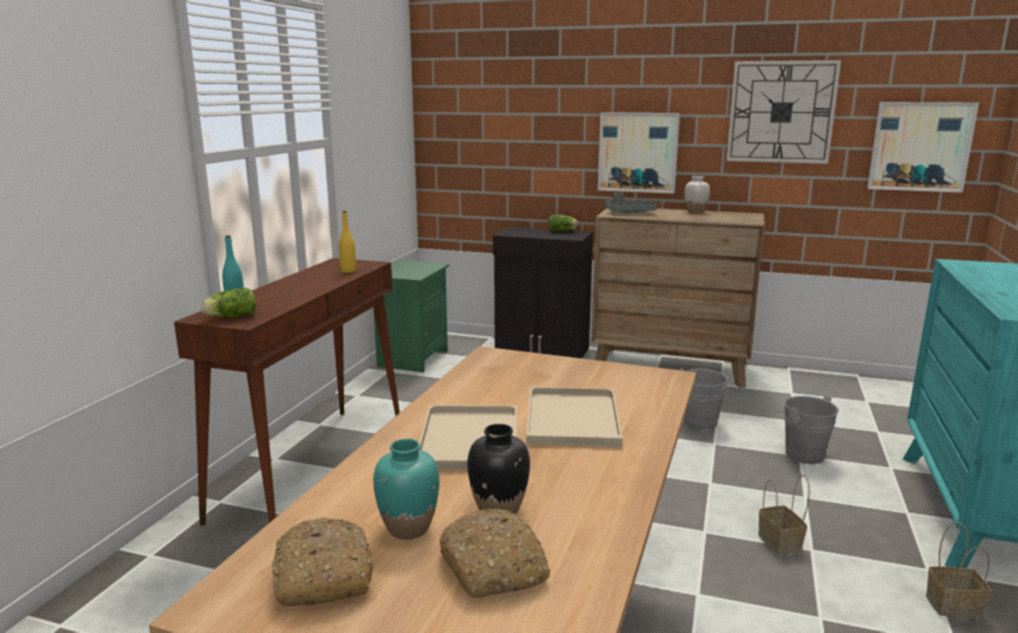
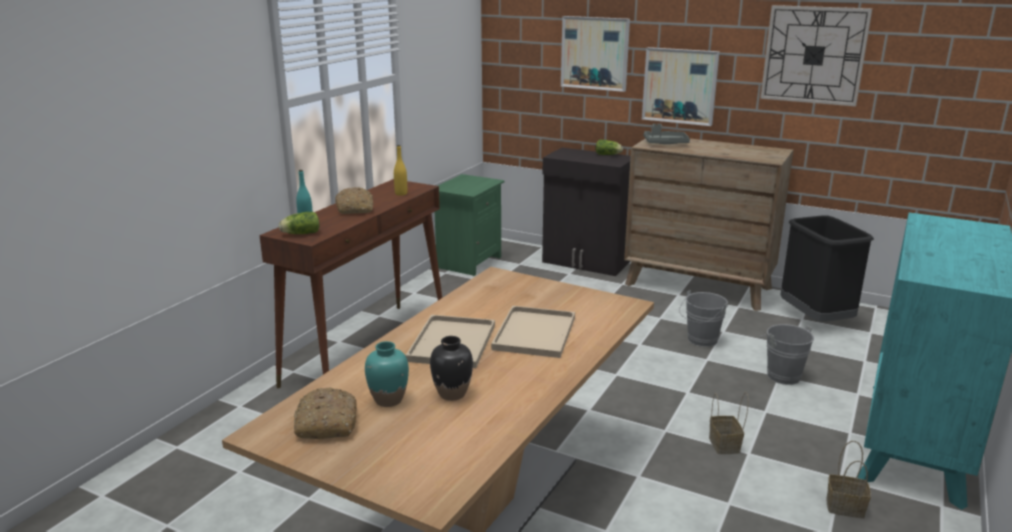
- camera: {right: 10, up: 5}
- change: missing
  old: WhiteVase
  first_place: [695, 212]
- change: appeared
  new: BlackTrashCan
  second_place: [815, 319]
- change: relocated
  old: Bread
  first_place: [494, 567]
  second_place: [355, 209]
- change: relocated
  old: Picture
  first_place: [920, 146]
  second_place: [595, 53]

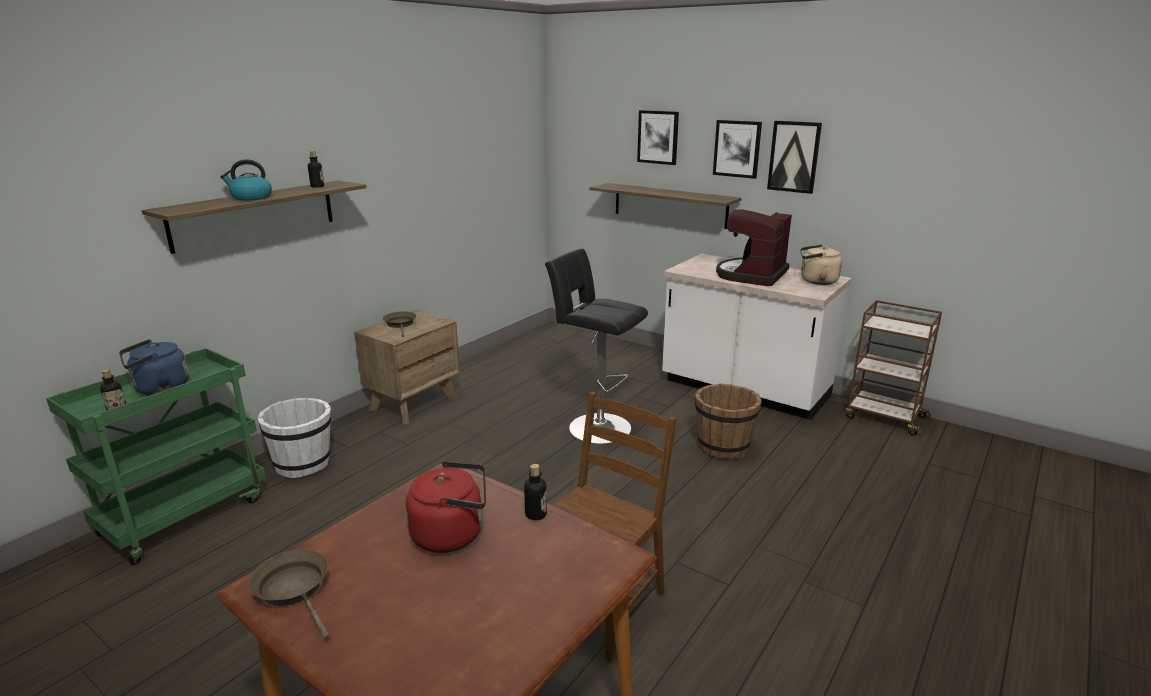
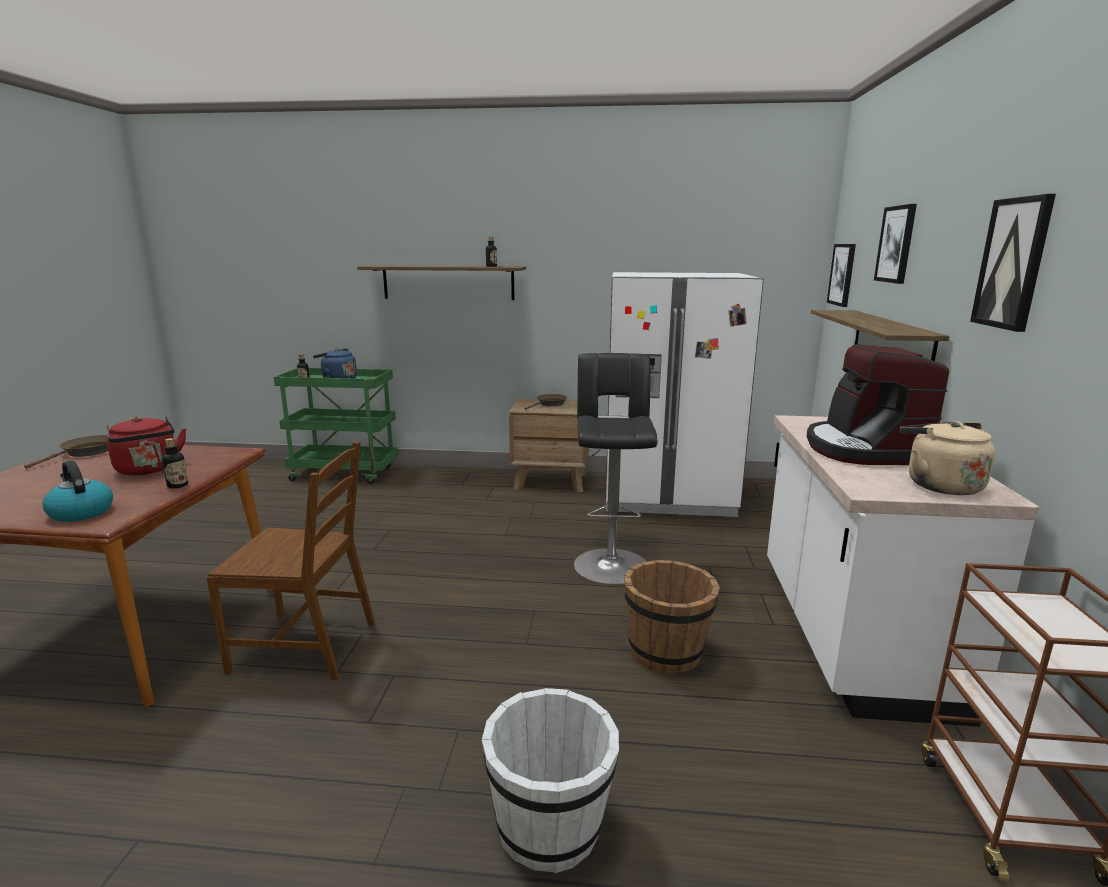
- camera: {right: 60, up: -5}
- change: appeared
  new: WhiteFridge
  second_place: [667, 495]
- change: relocated
  old: Kettle
  first_place: [251, 198]
  second_place: [80, 512]
- change: relocated
  old: WhiteBucket
  first_place: [303, 464]
  second_place: [550, 827]
- change: relocated
  old: Picture
  first_place: [737, 148]
  second_place: [842, 274]
- change: spun
  old: CoffeeMachine
  first_place: [751, 275]
  second_place: [864, 449]
  degrees: -90

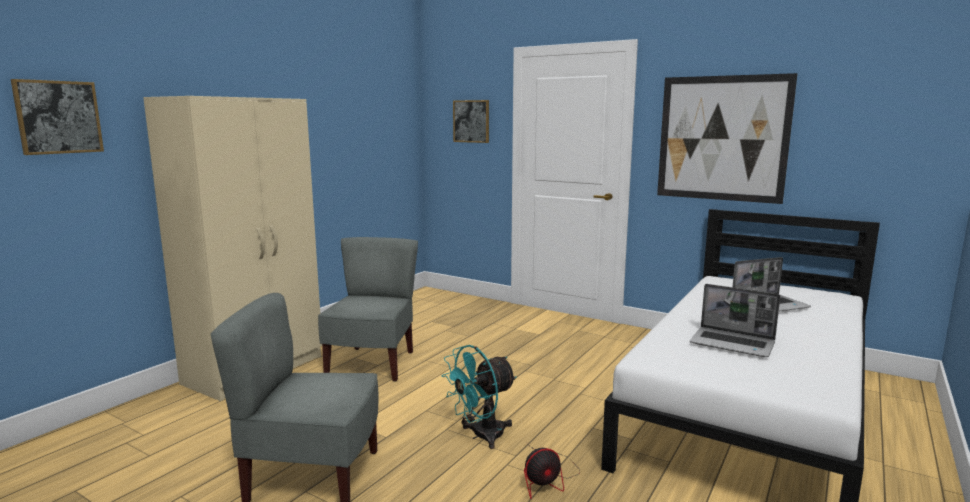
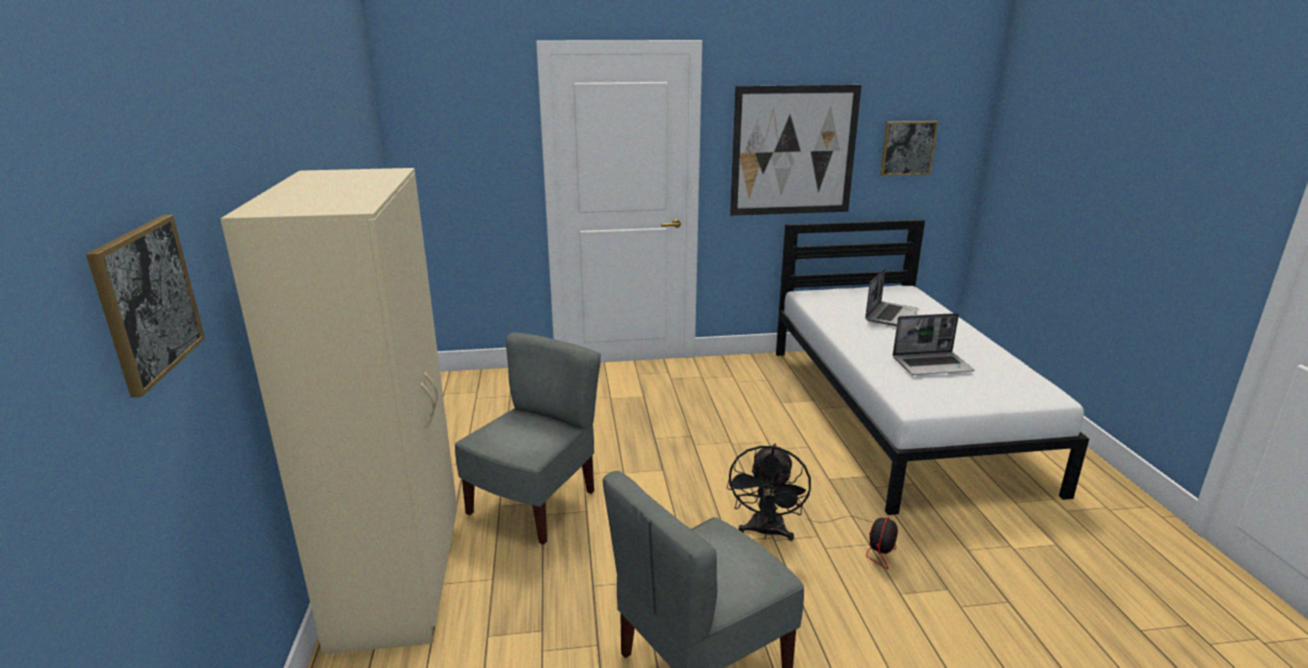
- camera: {right: -40, up: 10}
- change: relocated
  old: Picture
  first_place: [471, 121]
  second_place: [908, 148]
- change: colour
  old: TurquoiseFan
  new: BlackFan
  first_place: [481, 436]
  second_place: [766, 532]
- change: spun
  old: GreyChair
  first_place: [372, 364]
  second_place: [534, 503]
  degrees: 60

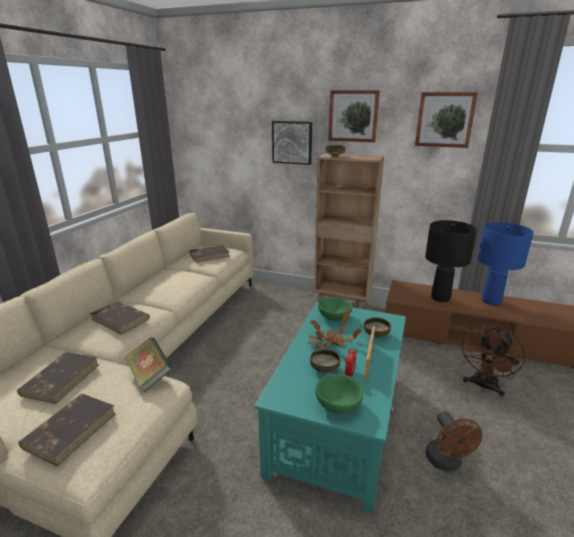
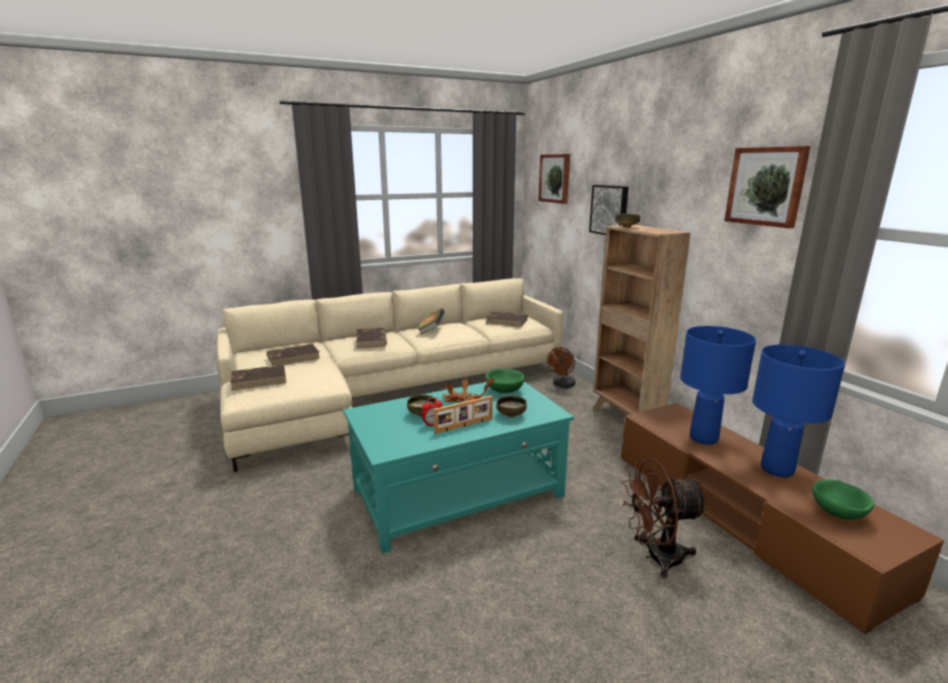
- camera: {right: 45, up: -5}
- change: relocated
  old: Book
  first_place: [150, 375]
  second_place: [431, 330]
- change: relocated
  old: GreenBowl
  first_place: [338, 405]
  second_place: [838, 512]
- change: relocated
  old: Picture
  first_place: [353, 116]
  second_place: [555, 178]
- change: relocated
  old: BrownFan
  first_place: [446, 462]
  second_place: [562, 385]
- change: colour
  old: BlackTableLamp
  new: BlueTableLamp
  first_place: [440, 298]
  second_place: [704, 438]

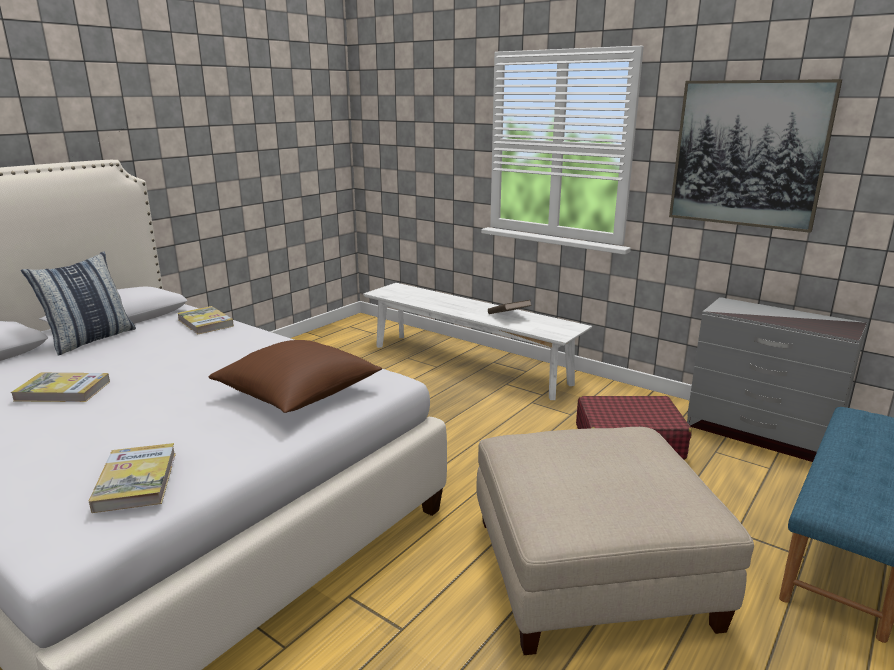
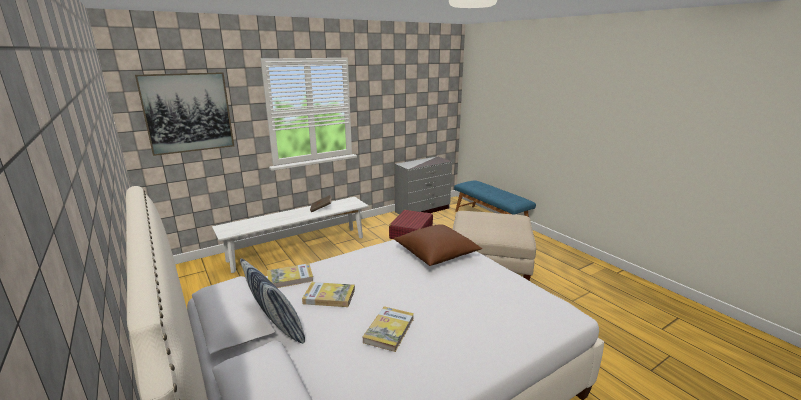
- camera: {right: -70, up: 0}
- change: relocated
  old: Book
  first_place: [136, 481]
  second_place: [329, 296]
- change: relocated
  old: Picture
  first_place: [748, 154]
  second_place: [188, 113]

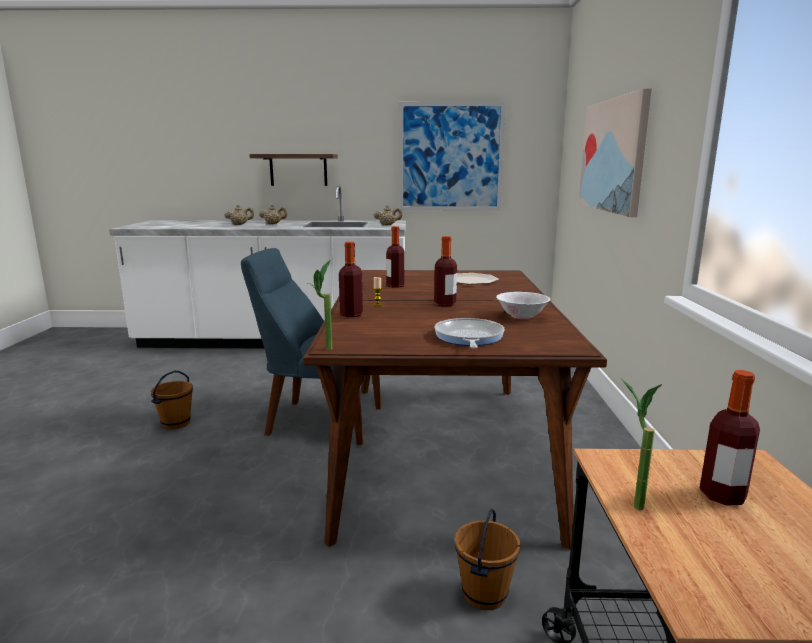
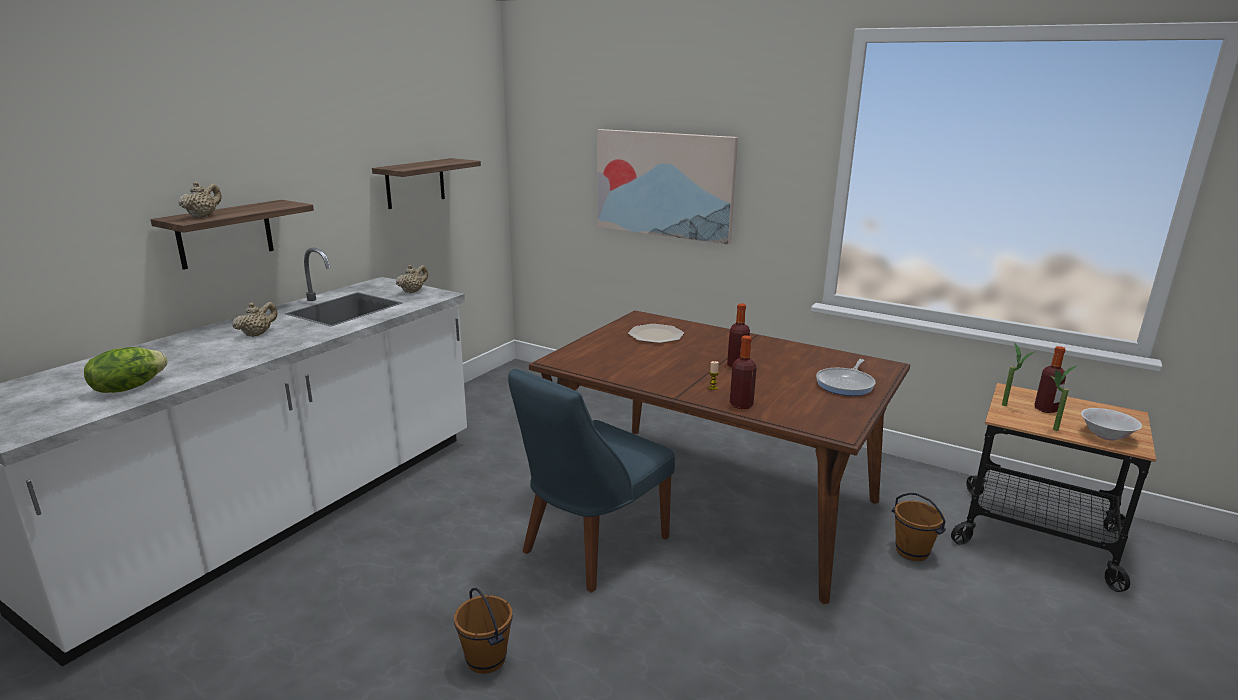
- camera: {right: -60, up: 5}
- change: missing
  old: Bottle
  first_place: [395, 286]
- change: appeared
  new: Lettuce
  second_place: [128, 387]
- change: relocated
  old: BeigeTeapot
  first_place: [240, 224]
  second_place: [203, 216]
- change: relocated
  old: PottedPlant
  first_place: [325, 350]
  second_place: [1009, 407]
- change: relocated
  old: WhiteBowl
  first_place: [522, 316]
  second_place: [1106, 435]
- change: exchanged
  old: Picture
  new: Shelf
  first_place: [451, 157]
  second_place: [415, 183]
- change: spun
  old: FryingPan
  first_place: [468, 338]
  second_place: [846, 384]
  degrees: -90

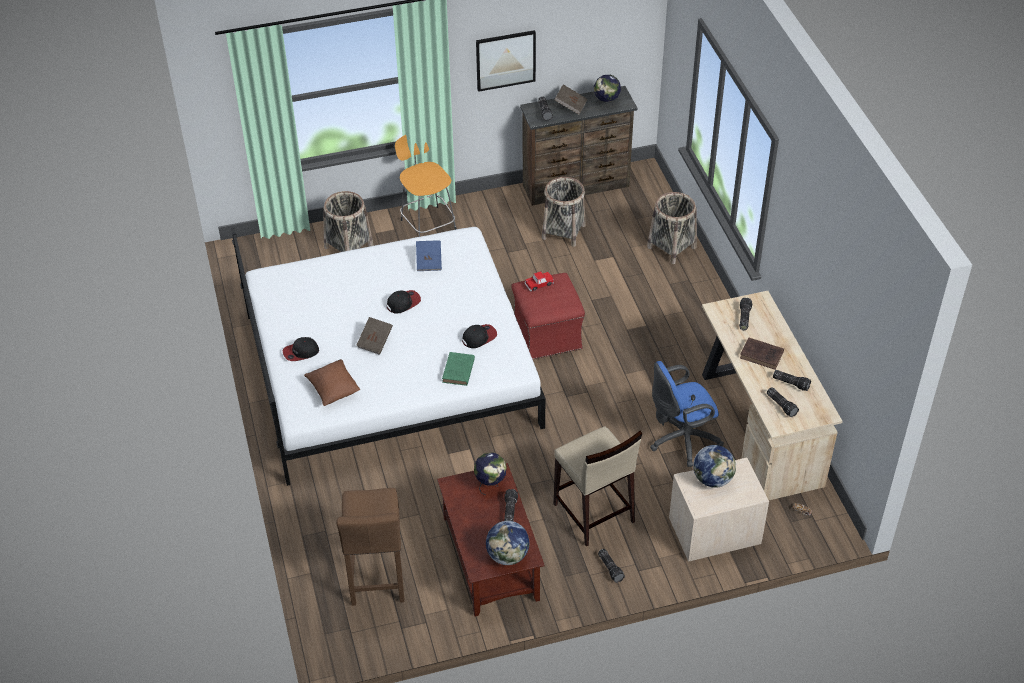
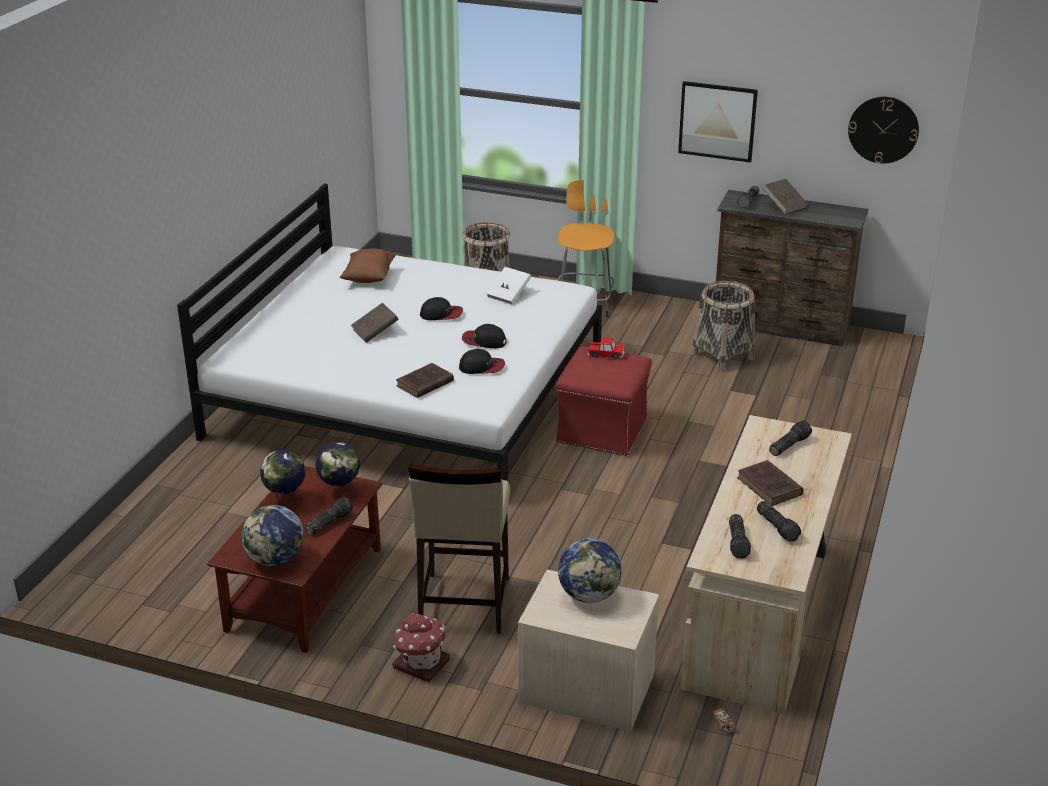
- camera: {right: 35, up: -15}
- change: missing
  old: BrownStool
  first_place: [377, 580]
- change: missing
  old: Basket
  first_place: [671, 247]
- change: missing
  old: BlueOfficeChair
  first_place: [680, 440]
- change: appeared
  new: WallClock
  second_place: [883, 129]
- change: relocated
  old: Cap
  first_place: [301, 352]
  second_place: [483, 341]
- change: relocated
  old: BrownPillow
  first_place: [333, 390]
  second_place: [368, 278]
- change: relocated
  old: Globe
  first_place: [606, 105]
  second_place: [285, 500]
- change: exchanged
  old: Flashlight
  new: ToyHouse
  first_place: [611, 568]
  second_place: [420, 663]
- change: colour
  old: BlueBook
  new: WhiteBook
  first_place: [429, 262]
  second_place: [509, 295]
- change: colour
  old: GreenBook
  new: BrownBook
  first_place: [458, 371]
  second_place: [424, 384]

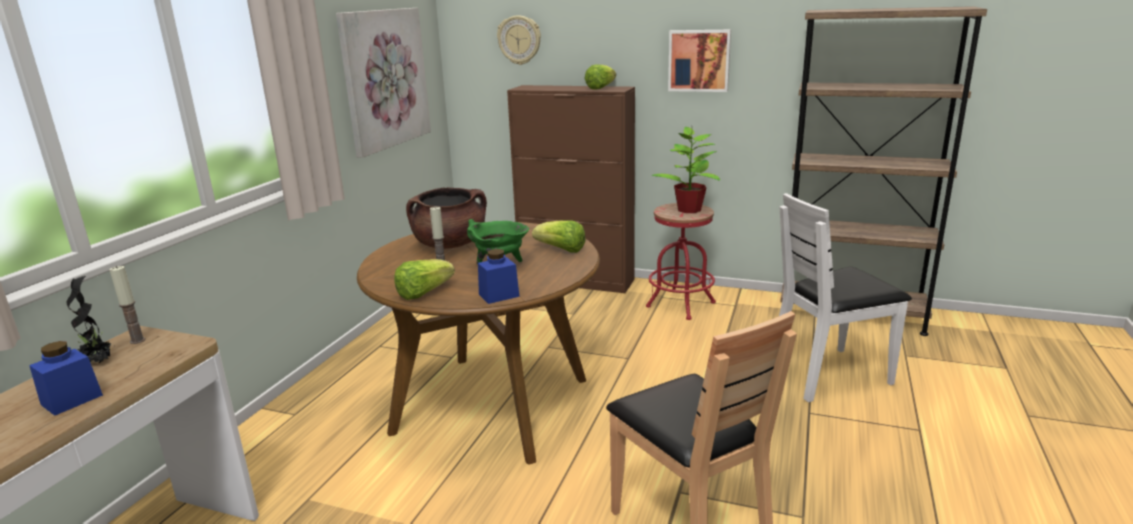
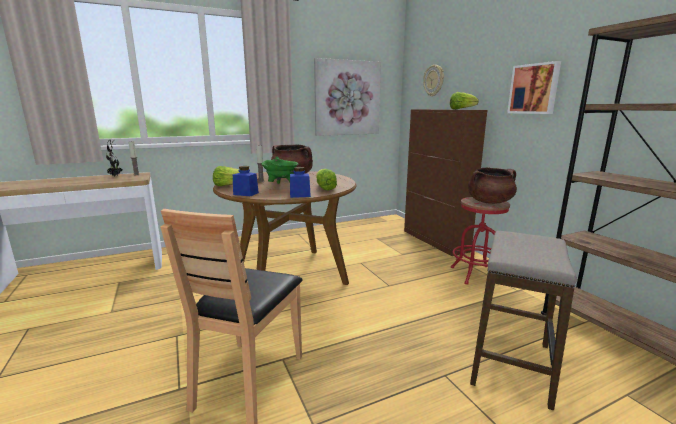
- camera: {right: 45, up: -5}
- change: relocated
  old: BlueJar
  first_place: [72, 400]
  second_place: [300, 195]
- change: exchanged
  old: PottedPlant
  new: BrownCookingPot
  first_place: [688, 210]
  second_place: [490, 202]
- change: exchanged
  old: WhiteChair
  new: Stool
  first_place: [828, 375]
  second_place: [510, 364]

